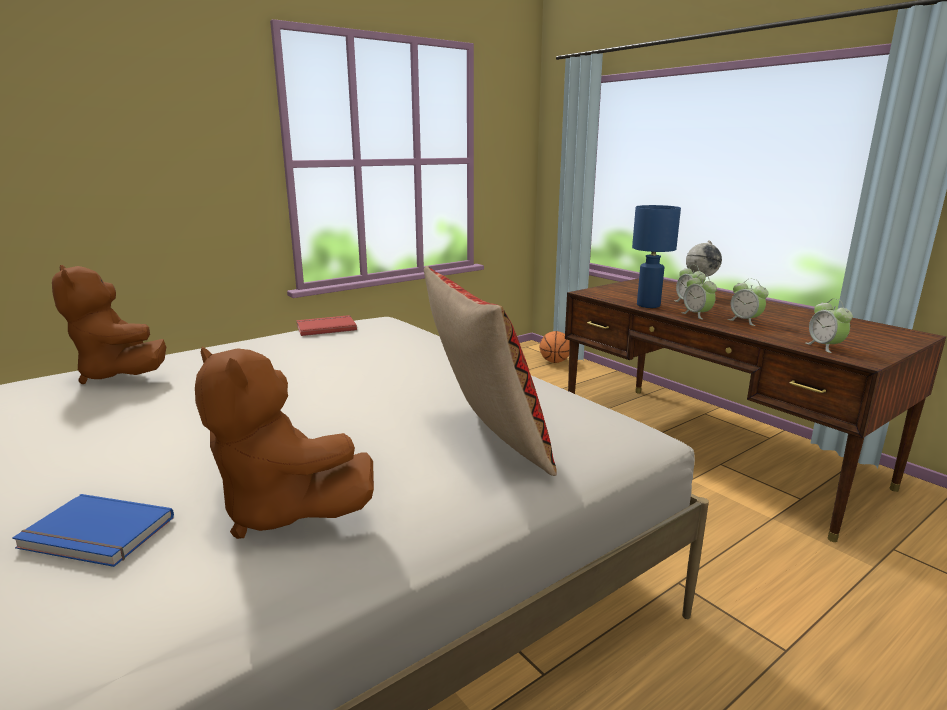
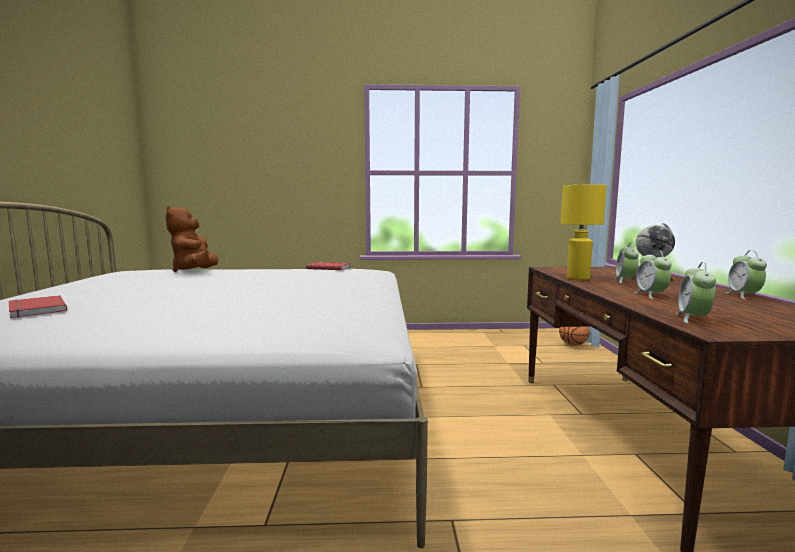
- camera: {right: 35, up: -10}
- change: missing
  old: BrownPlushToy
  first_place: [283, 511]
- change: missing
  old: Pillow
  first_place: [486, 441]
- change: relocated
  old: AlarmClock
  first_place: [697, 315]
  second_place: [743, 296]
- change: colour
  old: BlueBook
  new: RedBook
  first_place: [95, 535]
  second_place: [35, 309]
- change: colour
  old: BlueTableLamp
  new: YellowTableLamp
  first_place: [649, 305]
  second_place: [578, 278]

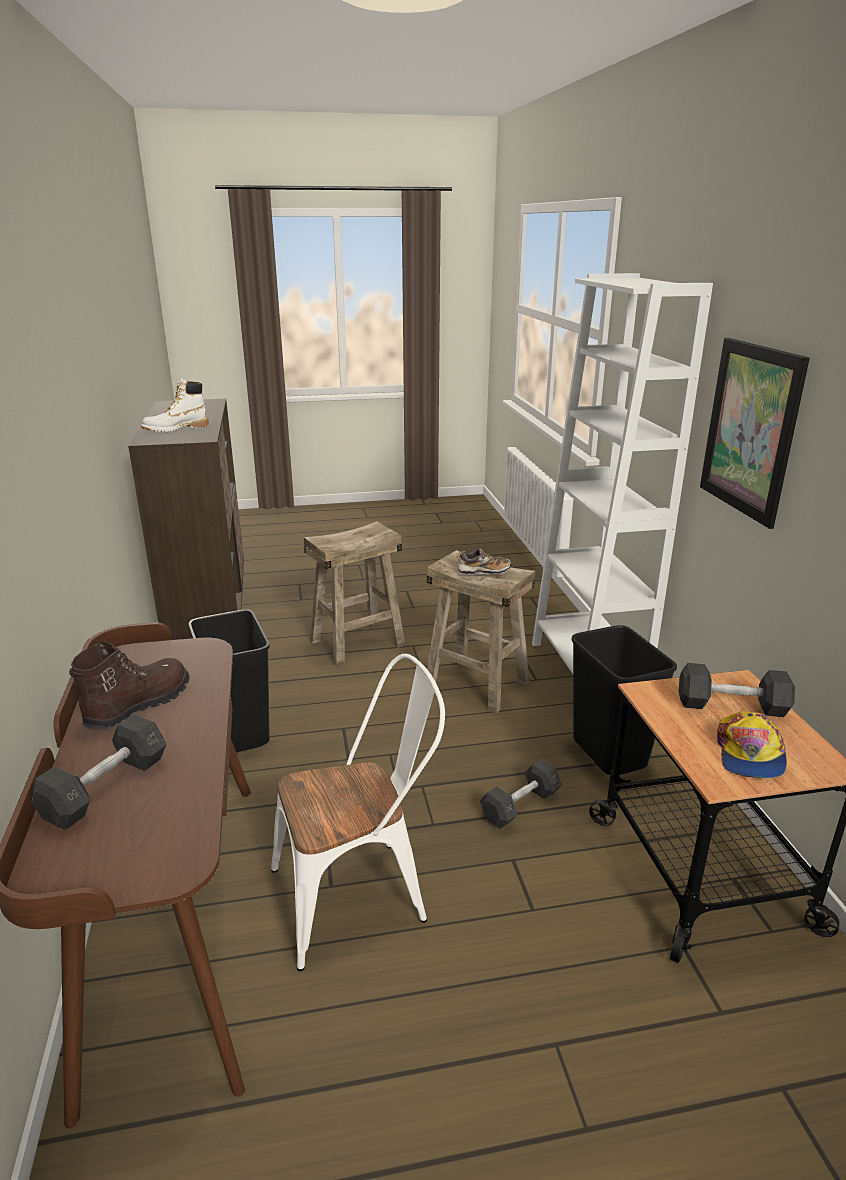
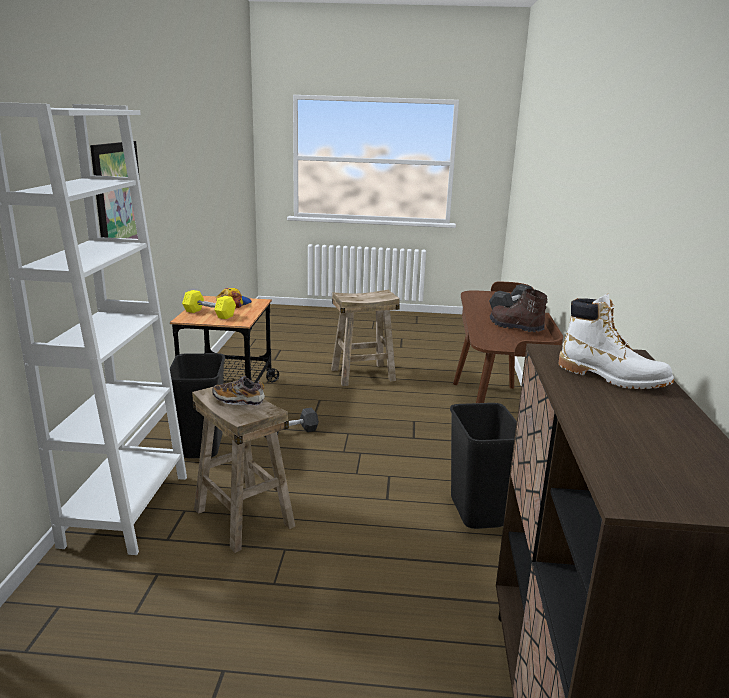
- camera: {right: -165, up: -5}
- change: missing
  old: WhiteChair
  first_place: [361, 894]
- change: relocated
  old: BeigeStool
  first_place: [357, 642]
  second_place: [362, 375]
- change: colour
  old: GreyDumbbell
  new: YellowDumbbell
  first_place: [731, 706]
  second_place: [209, 314]
- change: spun
  old: BrownBoot
  first_place: [137, 705]
  second_place: [515, 327]
  degrees: 90
- change: spun
  old: WhiteBoot
  first_place: [176, 429]
  second_place: [611, 377]
  degrees: 60

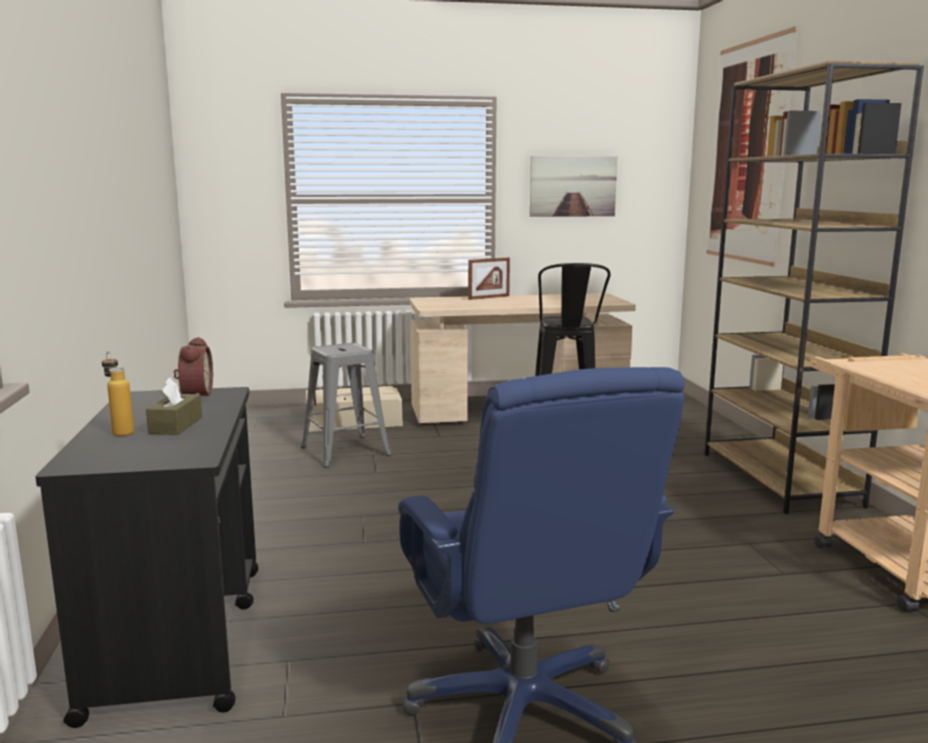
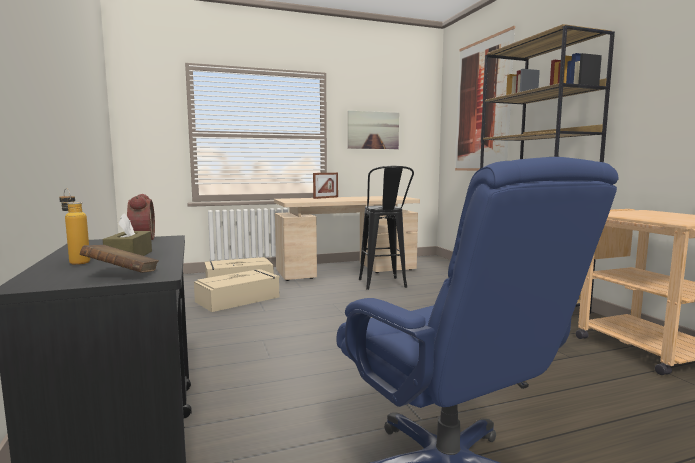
- camera: {right: -10, up: -5}
- change: appeared
  new: BrownBook
  second_place: [122, 275]
- change: exchanged
  old: GreyStool
  new: BeigeStorageBox
  first_place: [346, 451]
  second_place: [239, 299]

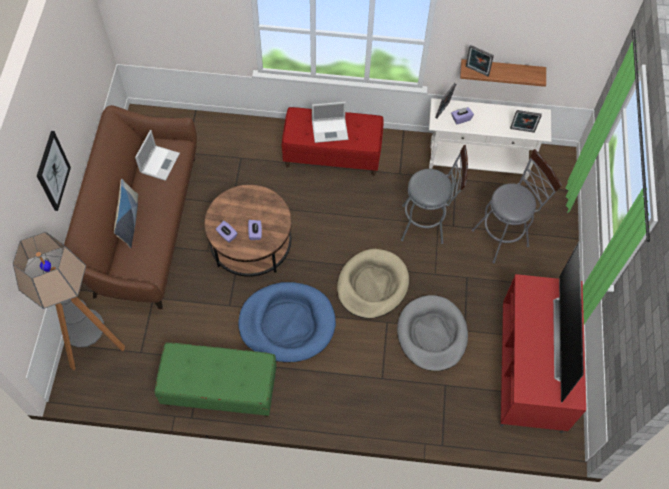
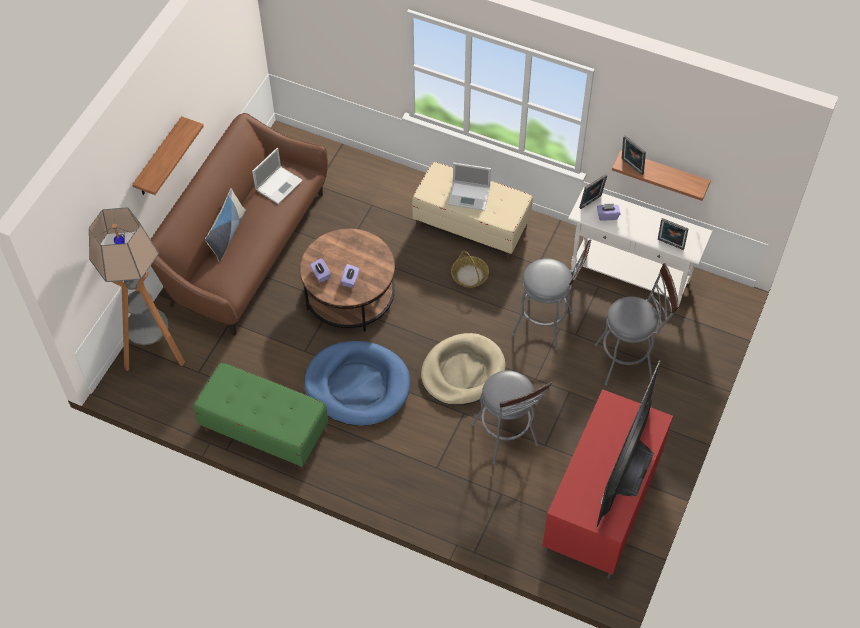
- camera: {right: 20, up: -5}
- change: appeared
  new: Basket
  second_place: [469, 275]
- change: exchanged
  old: Picture
  new: Shelf
  first_place: [52, 171]
  second_place: [159, 158]
- change: exchanged
  old: GreyDogBed
  new: GreyStool
  first_place: [432, 334]
  second_place: [507, 439]
- change: colour
  old: RedBench
  new: BeigeBench
  first_place: [332, 155]
  second_place: [471, 226]

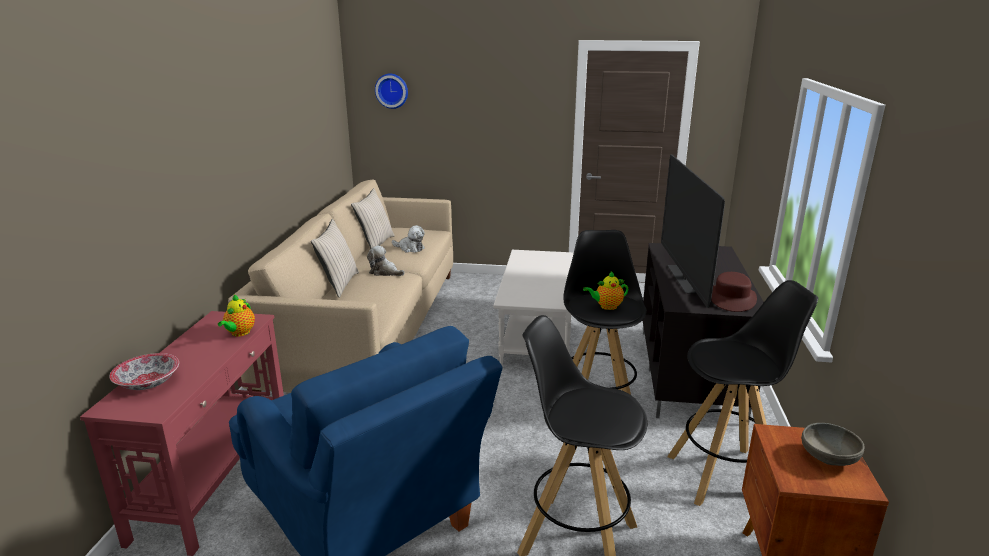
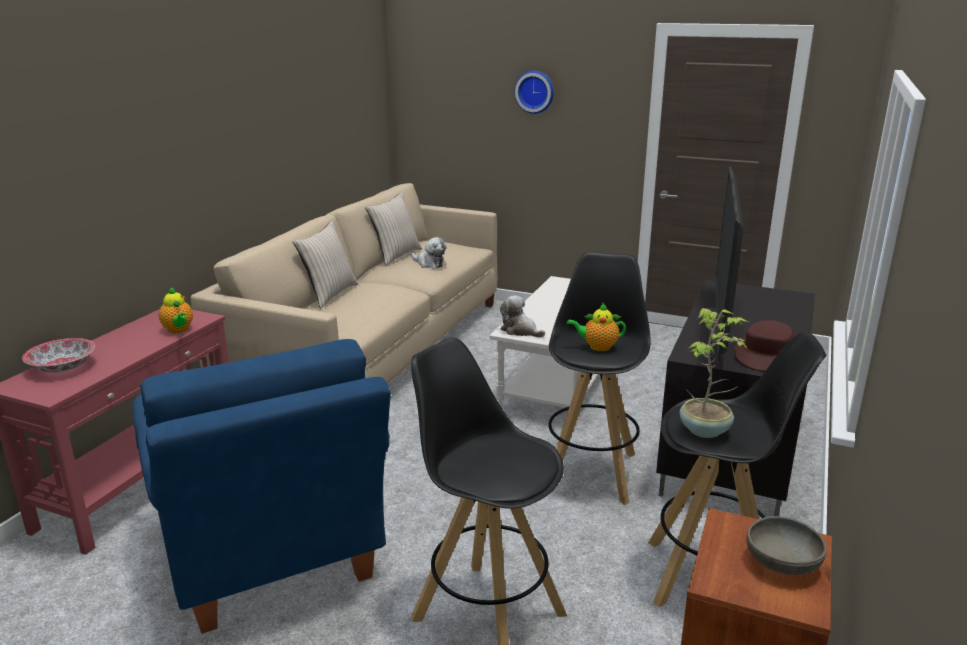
- camera: {right: 15, up: 0}
- change: appeared
  new: PottedPlant
  second_place: [706, 430]
- change: relocated
  old: PlushToy
  first_place: [384, 272]
  second_place: [520, 331]
- change: relocated
  old: WallClock
  first_place: [392, 90]
  second_place: [535, 91]
- change: spun
  old: Teapot
  first_place: [239, 333]
  second_place: [178, 330]
  degrees: -60

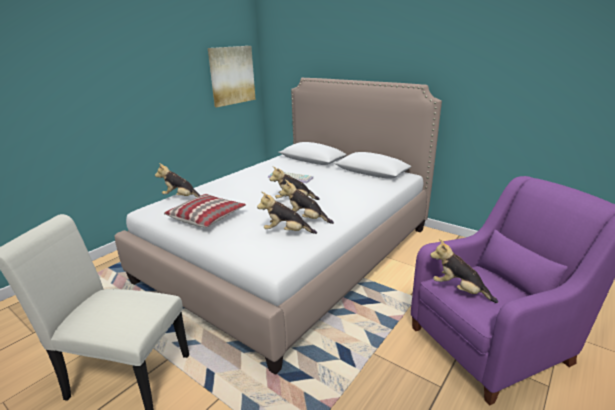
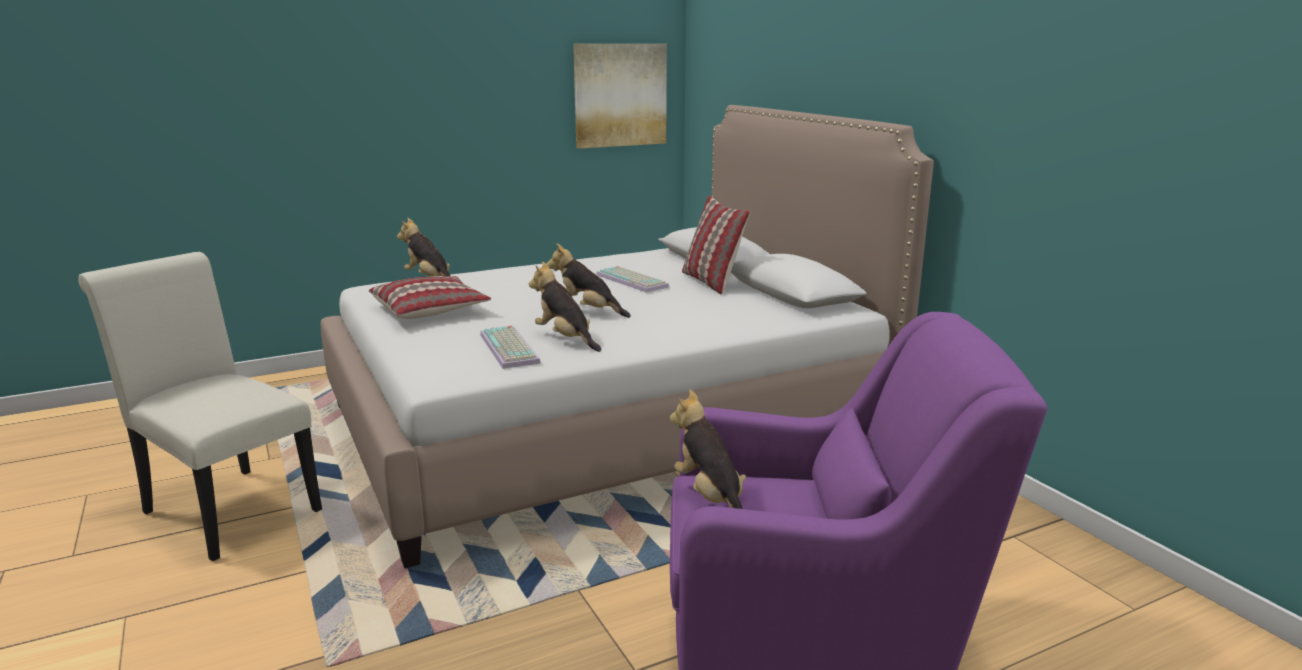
- camera: {right: 25, up: -5}
- change: appeared
  new: Pillow
  second_place: [711, 282]
- change: exchanged
  old: PlushToy
  new: Keyboard
  first_place: [286, 232]
  second_place: [511, 348]

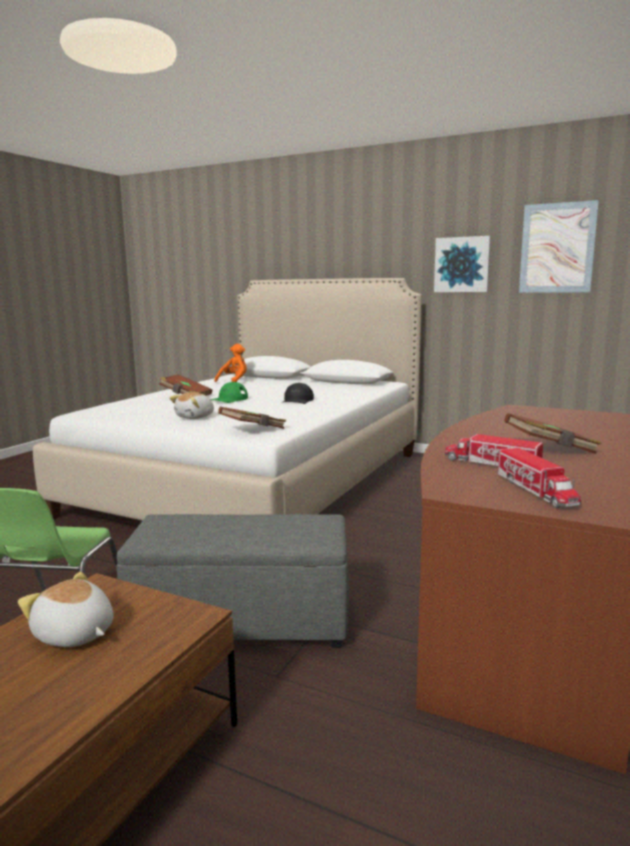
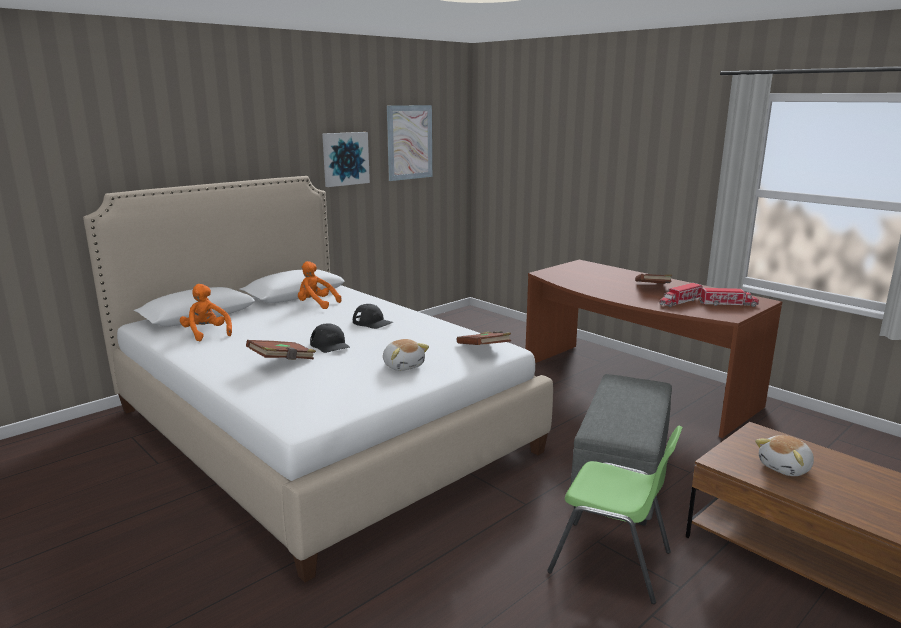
- camera: {right: -70, up: 5}
- change: appeared
  new: OrangePlushToy
  second_place: [316, 304]
- change: colour
  old: GreenCap
  new: BlackCap
  first_place: [229, 399]
  second_place: [330, 345]

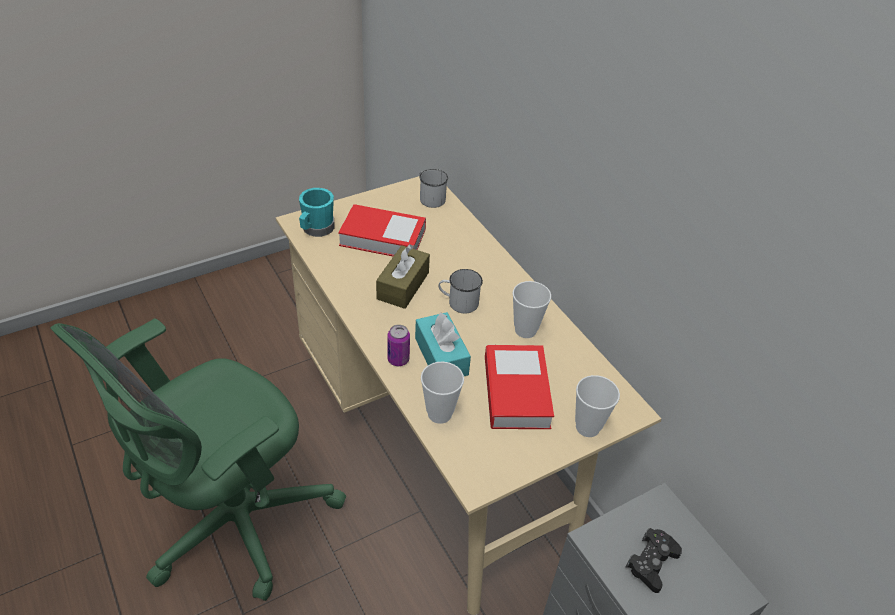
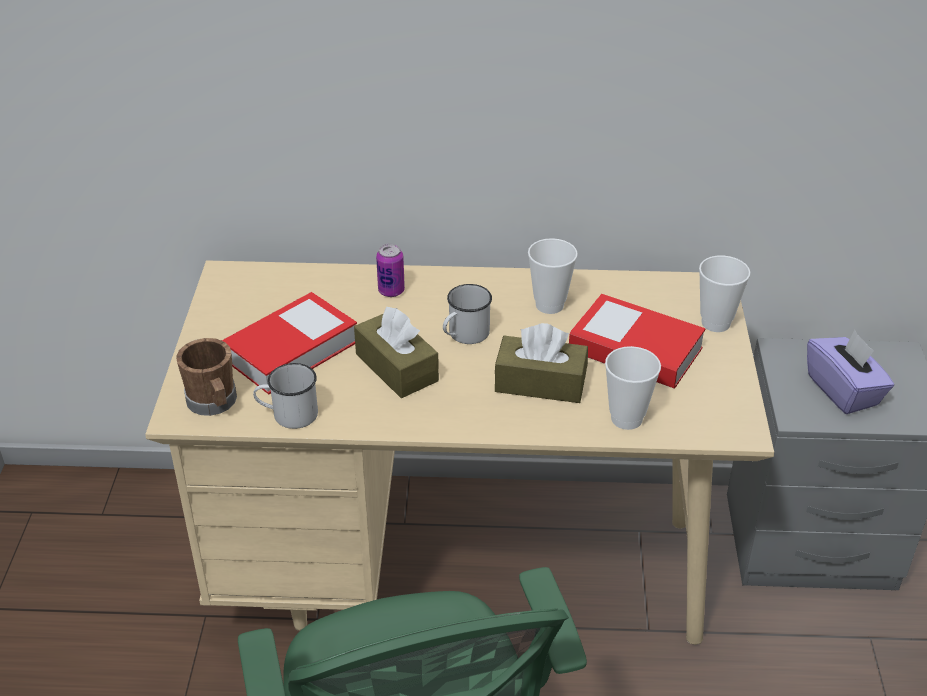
- camera: {right: -55, up: -5}
- change: relocated
  old: Can
  first_place: [398, 359]
  second_place: [391, 291]
- change: relocated
  old: WhiteMug
  first_place: [430, 198]
  second_place: [288, 414]
- change: exchanged
  old: BlackGameController
  new: PurpleTissueBox
  first_place: [652, 563]
  second_place: [843, 390]
- change: colour
  old: TurquoiseMug
  new: BrownMug
  first_place: [316, 229]
  second_place: [213, 403]
- change: colour
  old: TurquoiseTissueBox
  new: BrownTissueBox
  first_place: [441, 356]
  second_place: [540, 383]

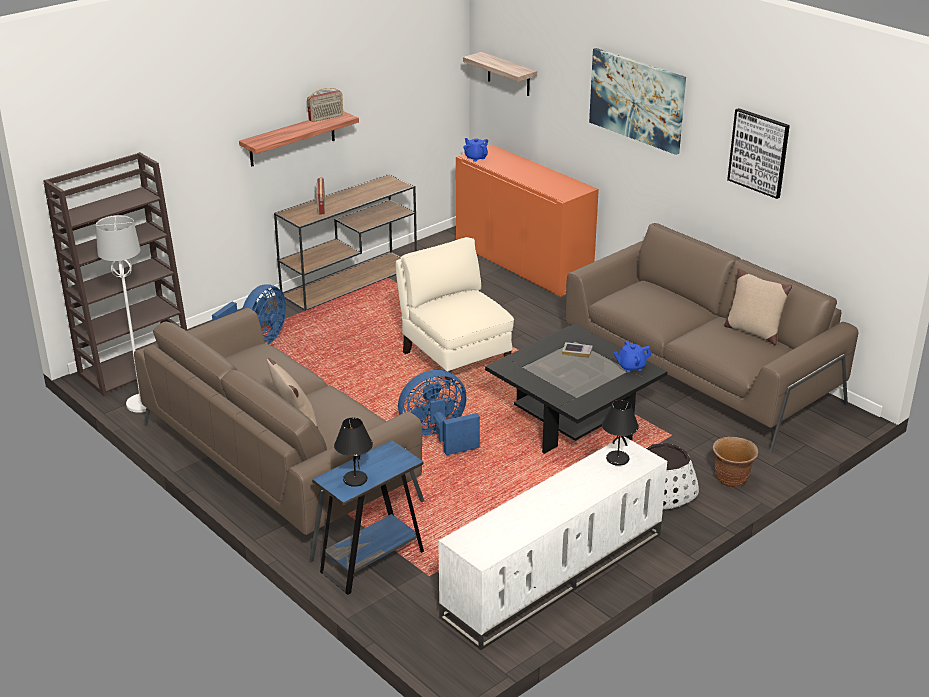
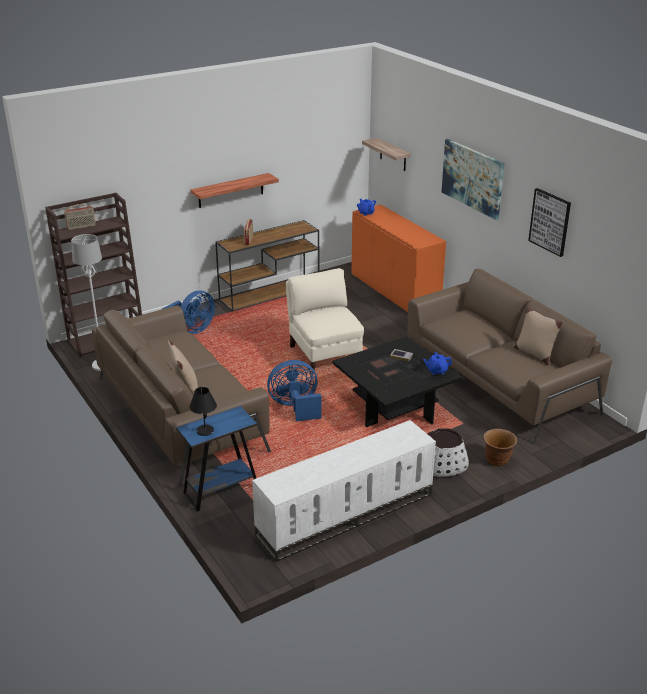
- camera: {right: 10, up: 0}
- change: missing
  old: BlackTableLamp
  first_place: [617, 459]
- change: relocated
  old: Radio
  first_place: [326, 118]
  second_place: [81, 227]

